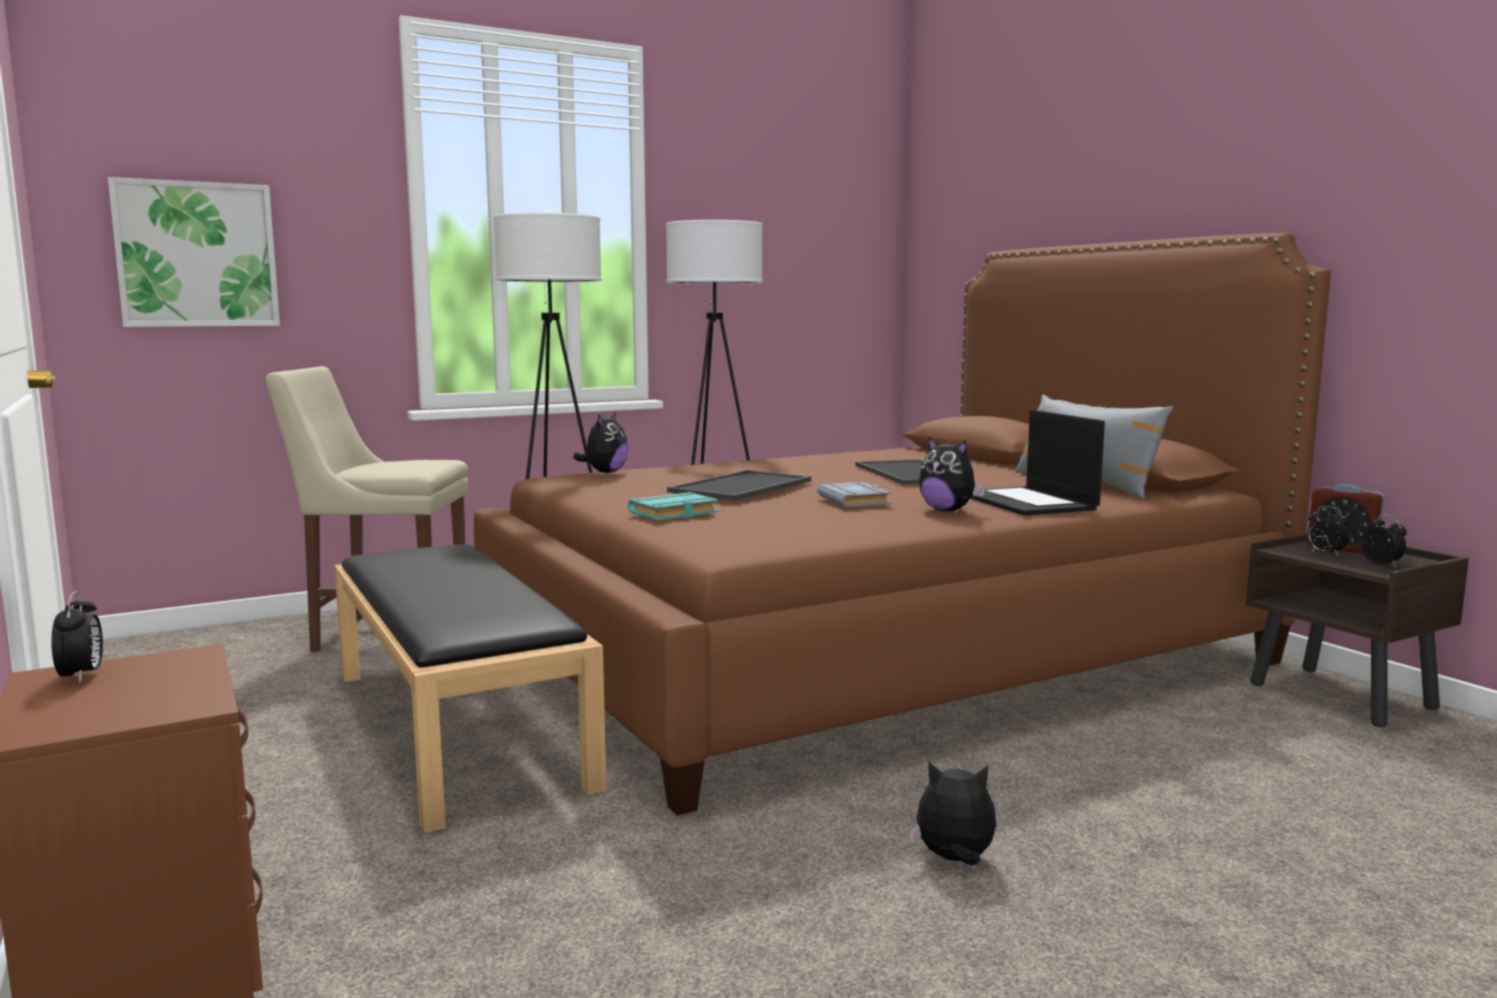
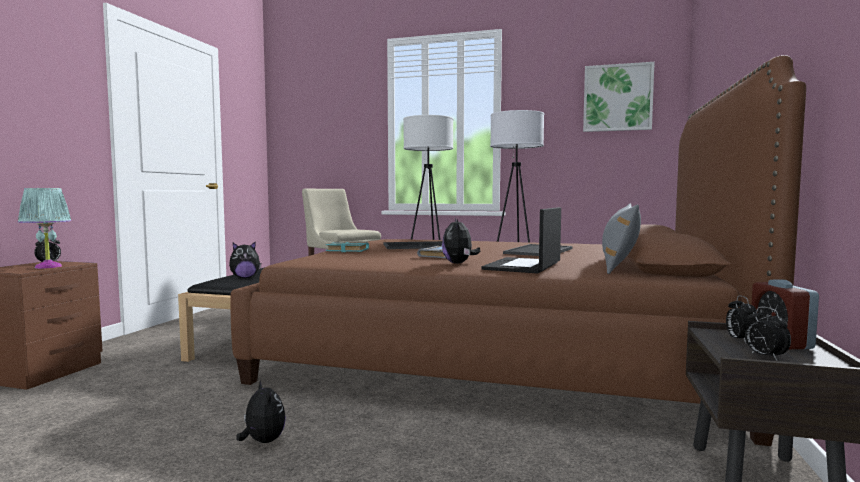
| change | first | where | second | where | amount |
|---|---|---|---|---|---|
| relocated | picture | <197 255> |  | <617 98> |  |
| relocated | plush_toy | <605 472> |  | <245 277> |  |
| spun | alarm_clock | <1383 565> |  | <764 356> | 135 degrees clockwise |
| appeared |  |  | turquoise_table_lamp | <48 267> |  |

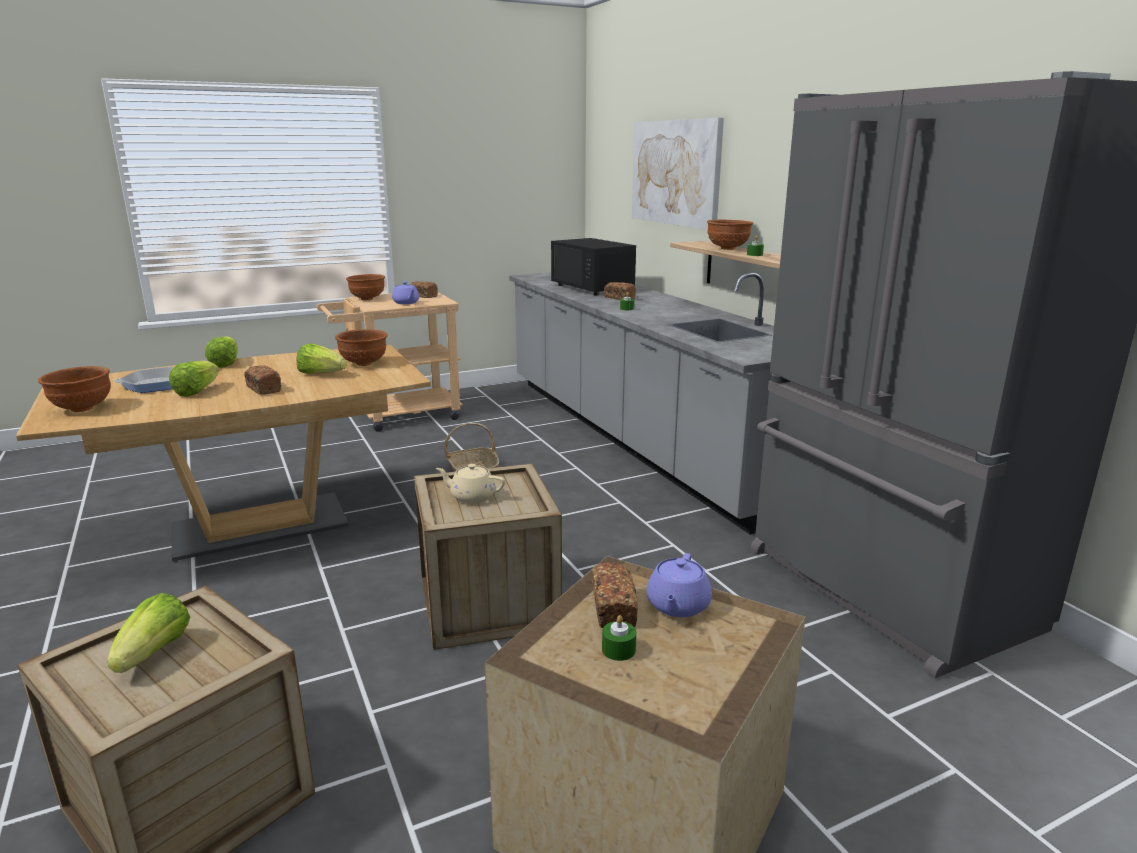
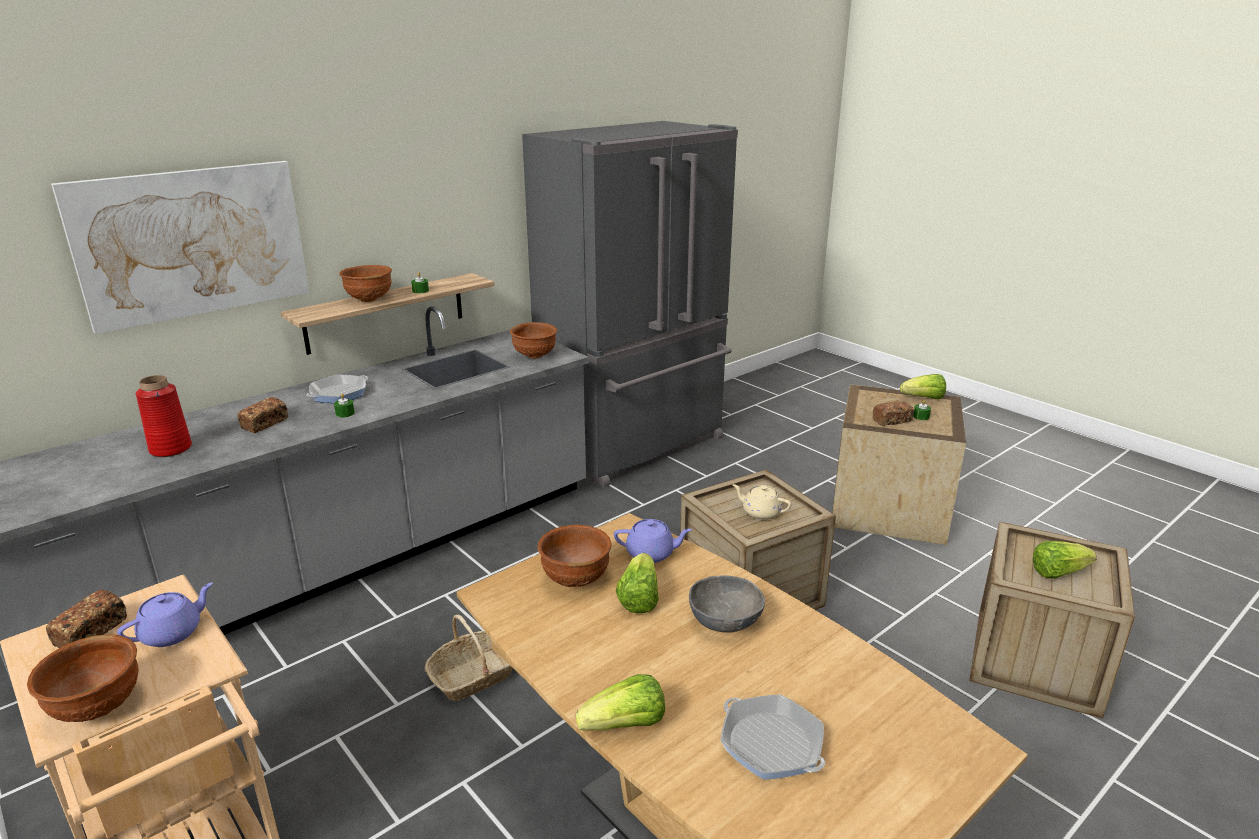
| change | first | where | second | where | amount |
|---|---|---|---|---|---|
| relocated | brown_bowl | <81 409> |  | <535 356> |  |
| relocated | lettuce | <197 391> |  | <924 398> |  |
| exchanged | bread | <263 389> | grey_bowl | <725 621> |  |
| spun | beige_teapot | <471 496> |  | <760 512> | 120 degrees clockwise |
| exchanged | black_microwave | <592 288> | red_vase | <171 449> |  |
| relocated | purple_teapot | <677 606> |  | <651 553> |  |
| appeared |  |  | frying_pan | <339 393> |  |

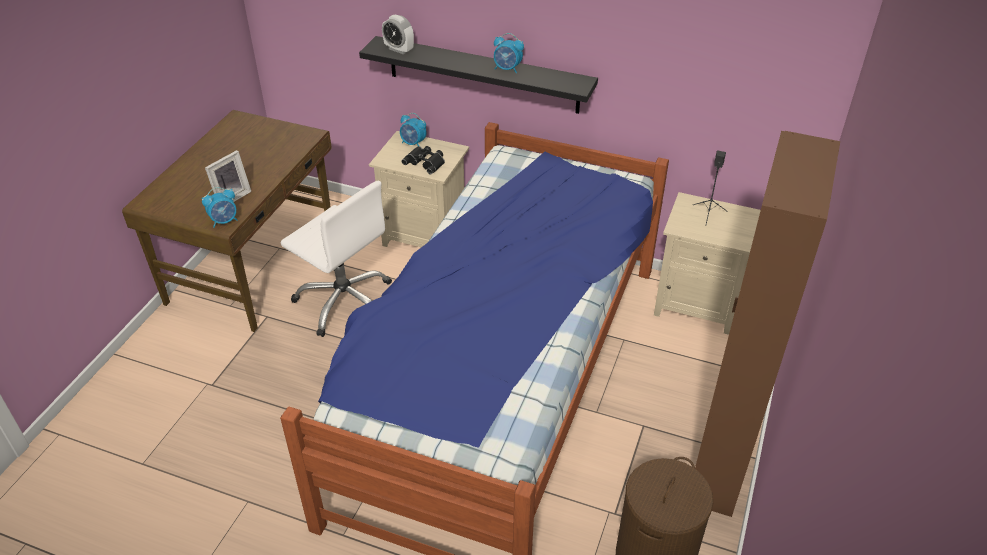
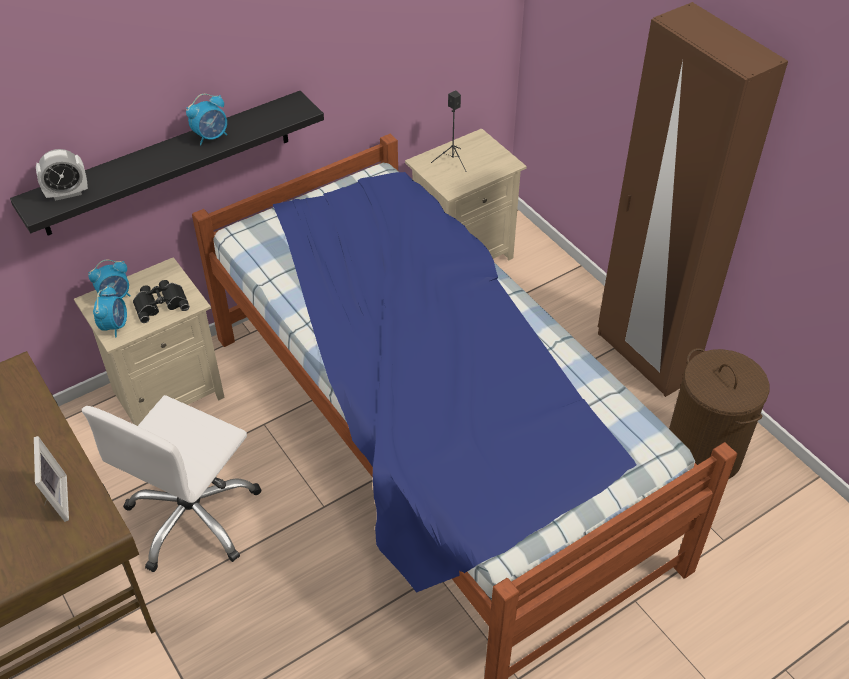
| change | first | where | second | where | amount |
|---|---|---|---|---|---|
| relocated | alarm_clock | <224 221> |  | <115 326> |  |
| spun | white_office_chair | <345 301> |  | <193 517> | 135 degrees clockwise |

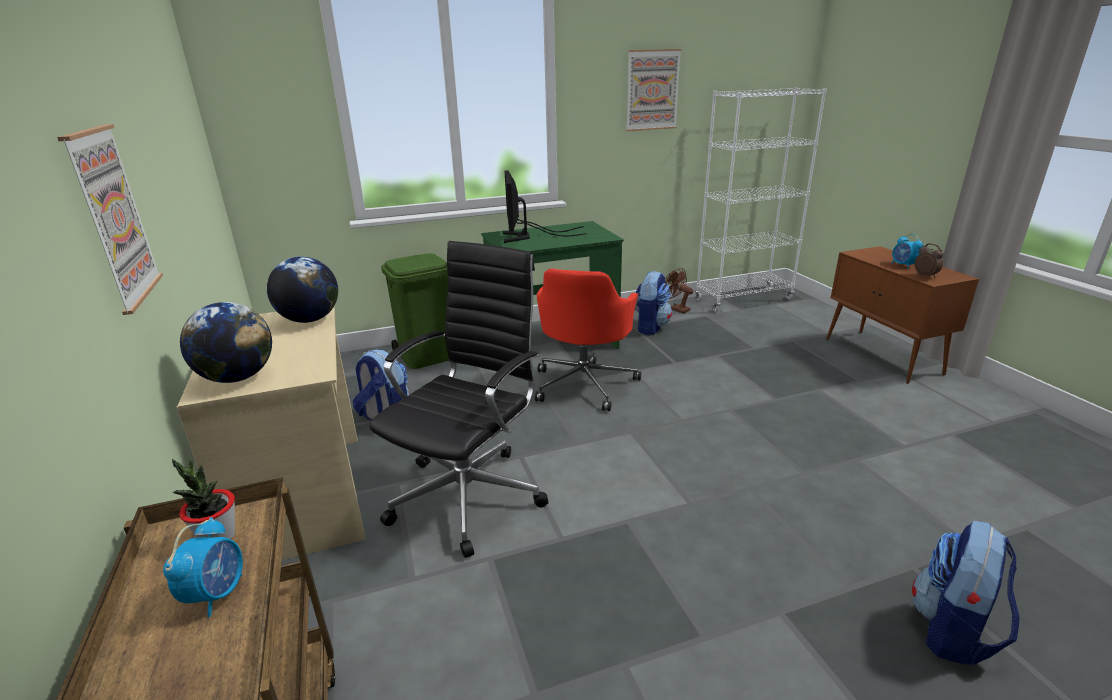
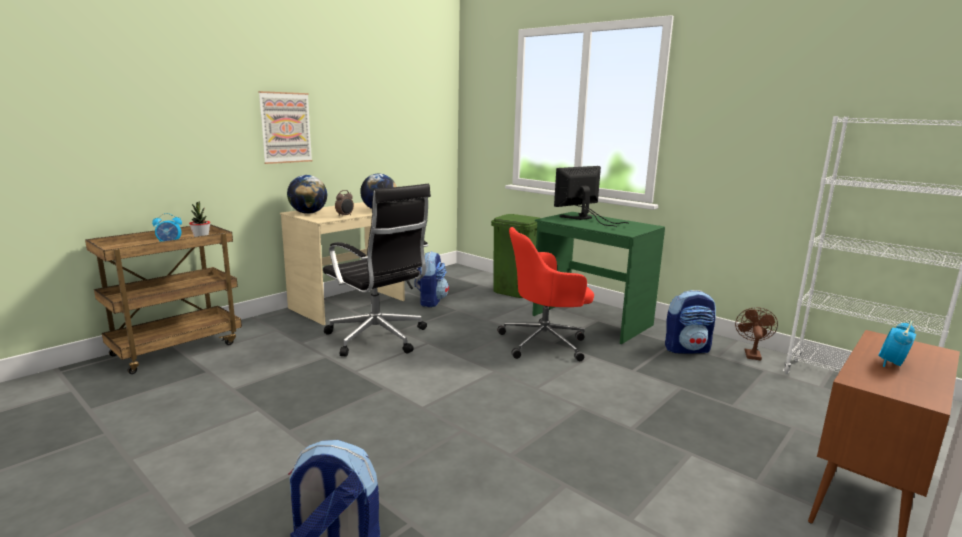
| change | first | where | second | where | amount |
|---|---|---|---|---|---|
| spun | black_office_chair | <470 494> |  | <378 338> | 45 degrees clockwise |
| missing | picture | <652 90> |  |  |  |
| relocated | alarm_clock | <925 276> |  | <345 216> |  |

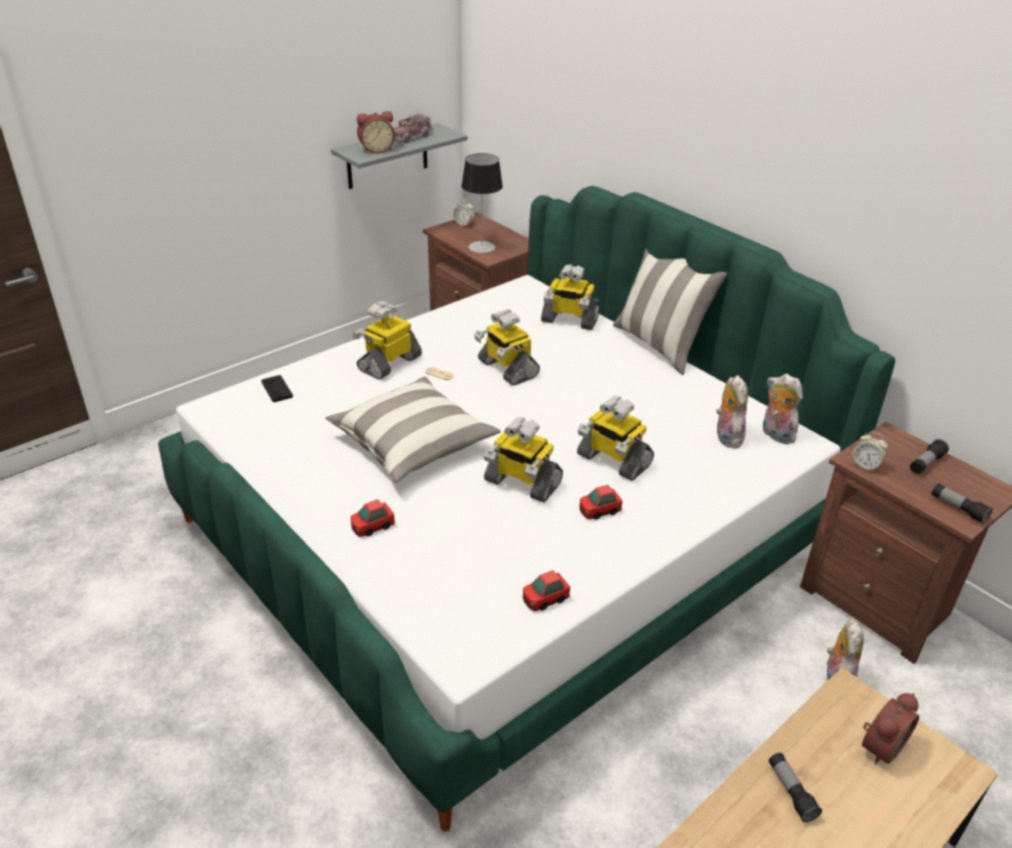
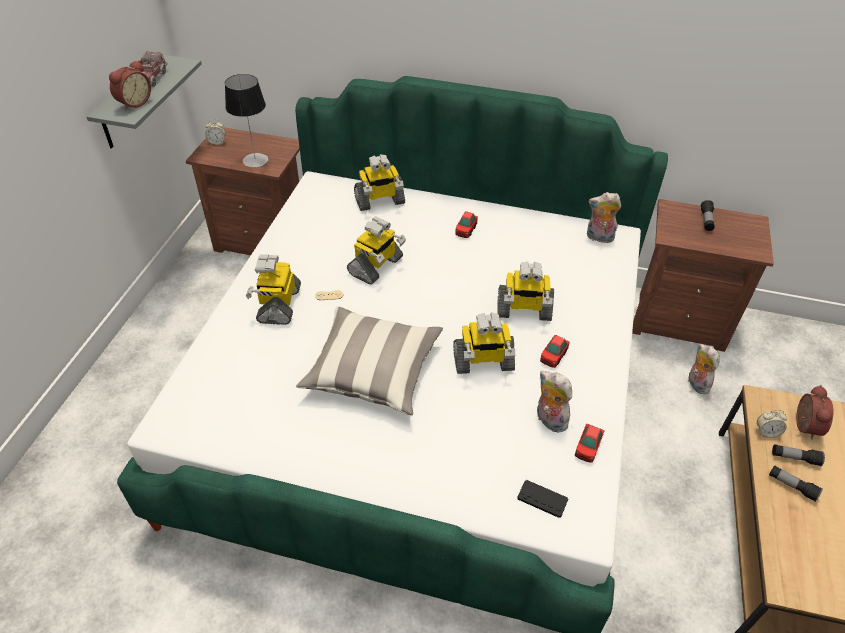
| change | first | where | second | where | amount |
|---|---|---|---|---|---|
| relocated | black_game_controller | <277 389> |  | <542 499> |  |
| relocated | toy_car | <372 526> |  | <465 230> |  |
| spun | toy_robot | <506 369> |  | <376 266> | 75 degrees counterclockwise |
| missing | pillow | <660 345> |  |  |  |
| relocated | plush_toy | <726 437> |  | <548 420> |  |
| relocated | alarm_clock | <865 465> |  | <766 432> |  |
| relocated | flashlight | <958 509> |  | <794 458> |  |

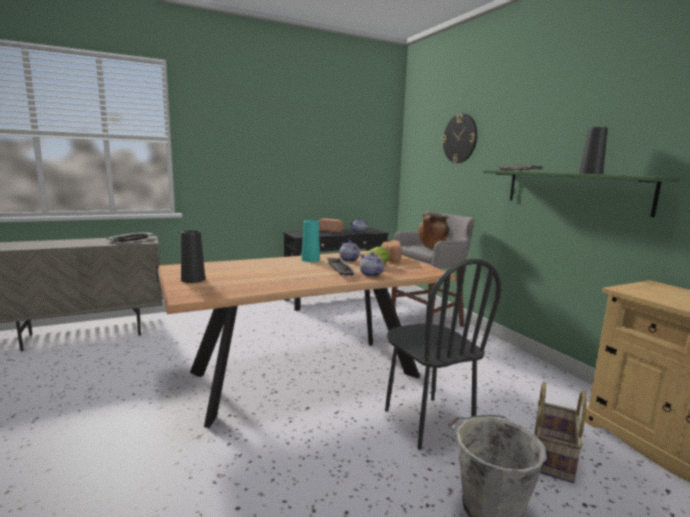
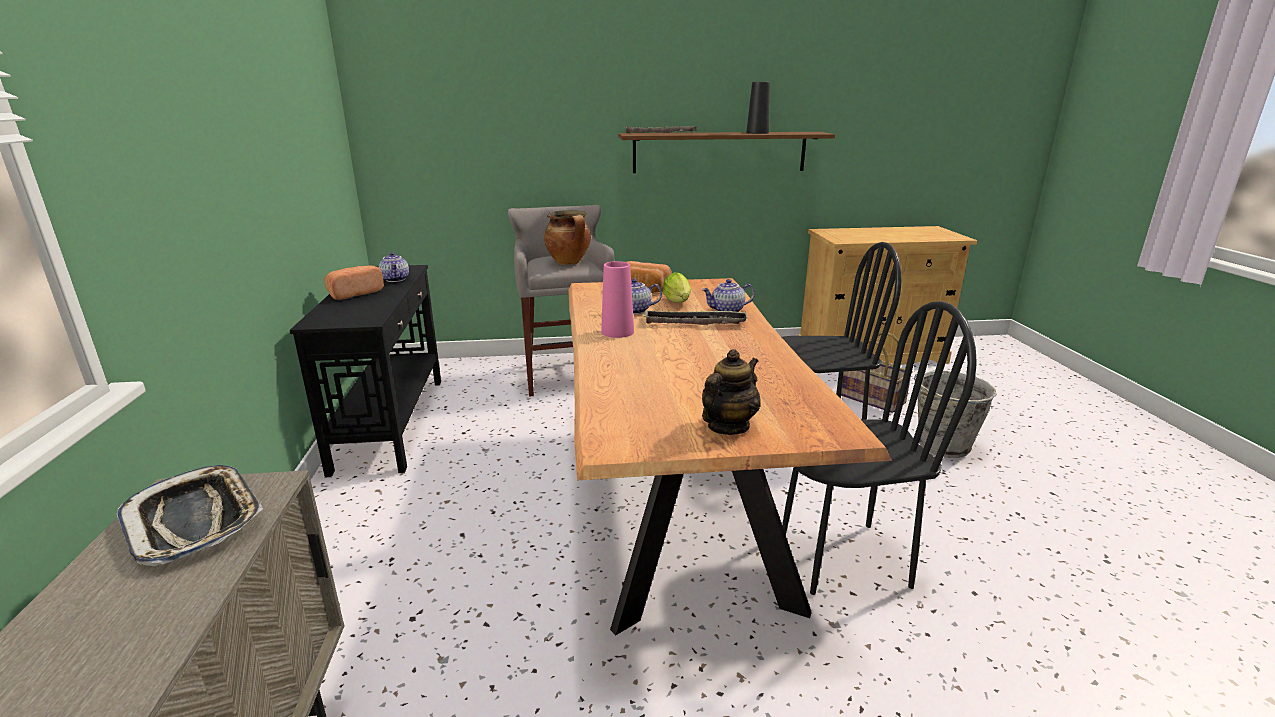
| change | first | where | second | where | amount |
|---|---|---|---|---|---|
| exchanged | black_vase | <193 279> | teapot | <728 426> |  |
| colour | turquoise_vase | <310 260> | pink_vase | <617 332> |  |
| missing | wall_clock | <460 138> |  |  |  |
| colour | green_shelf | <573 190> | brown_shelf | <719 152> |  |
| appeared |  |  | black_chair | <843 558> |  |

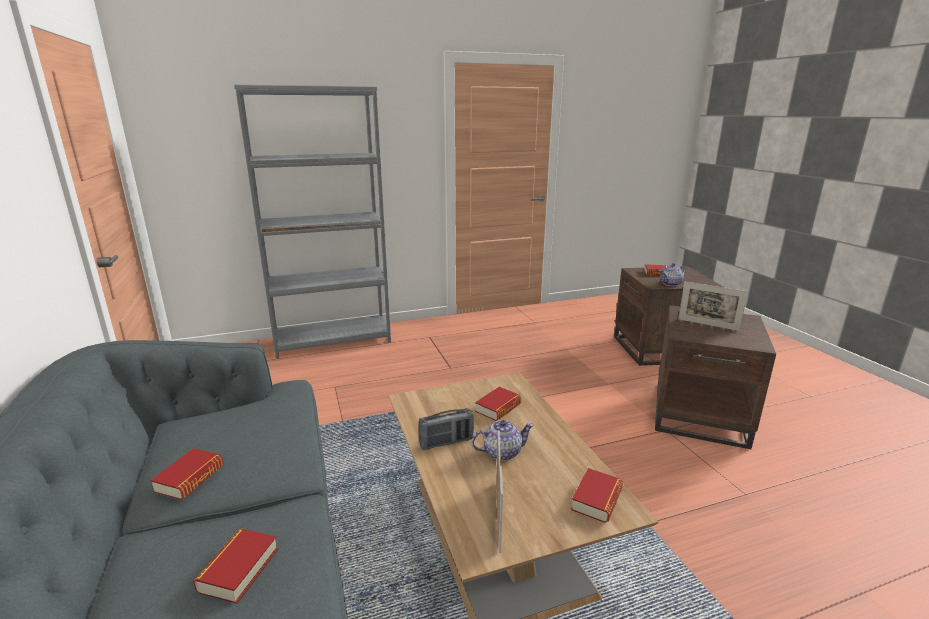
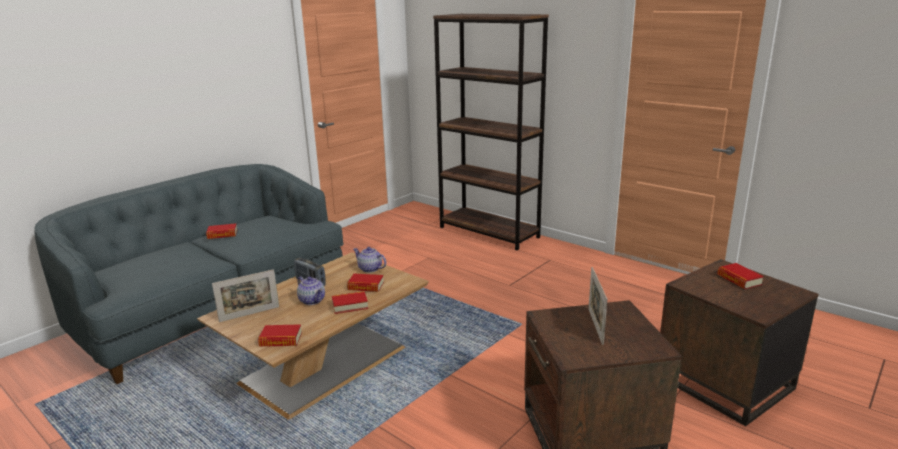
| change | first | where | second | where | amount |
|---|---|---|---|---|---|
| relocated | book | <239 570> |  | <350 306> |  |
| colour | grey_bookcase | <333 341> | brown_bookcase | <489 232> |  |
| relocated | teapot | <671 284> |  | <370 269> |  |

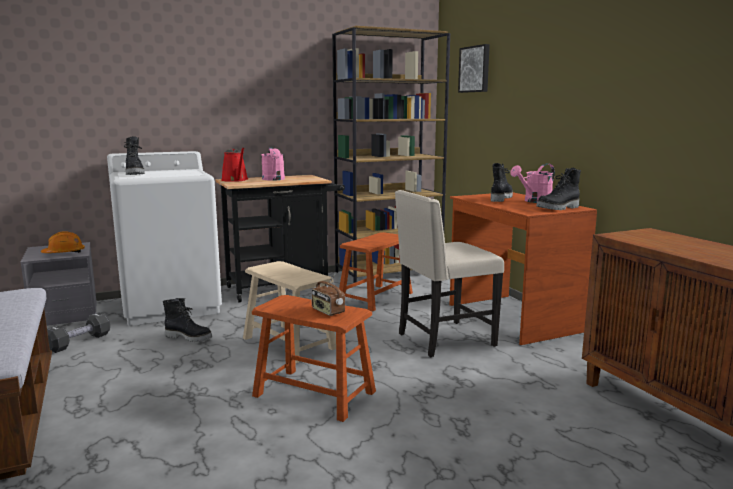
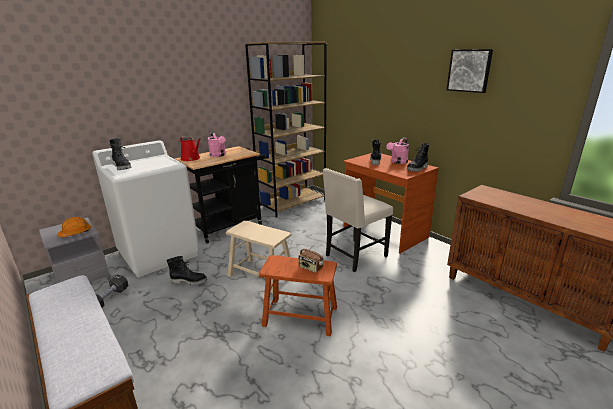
| change | first | where | second | where | amount |
|---|---|---|---|---|---|
| missing | brown_stool | <375 297> |  |  |  |
| relocated | picture | <475 69> |  | <469 70> |  |

